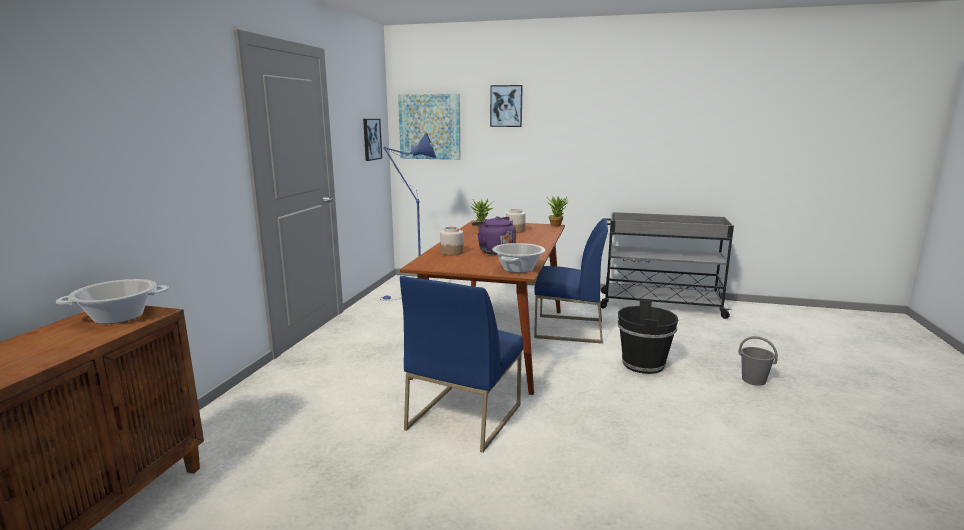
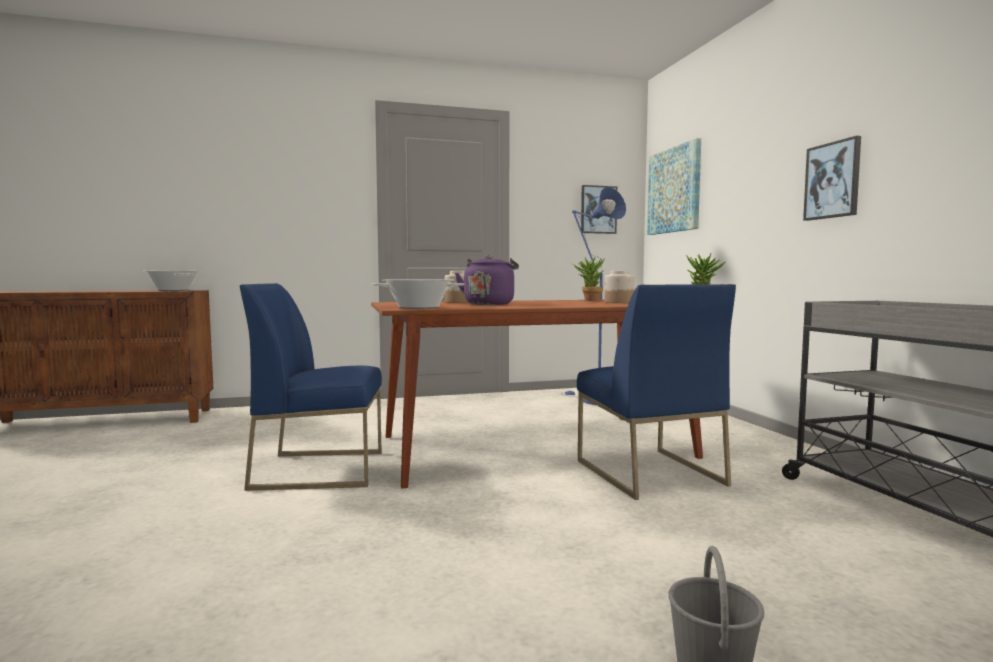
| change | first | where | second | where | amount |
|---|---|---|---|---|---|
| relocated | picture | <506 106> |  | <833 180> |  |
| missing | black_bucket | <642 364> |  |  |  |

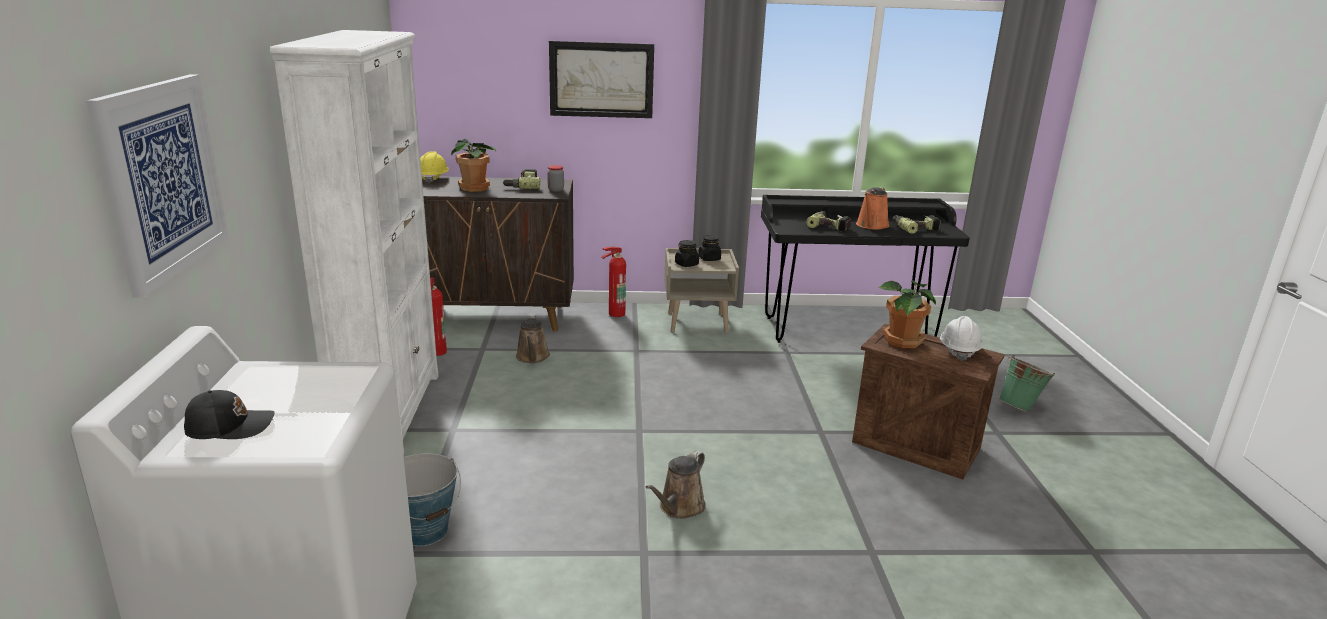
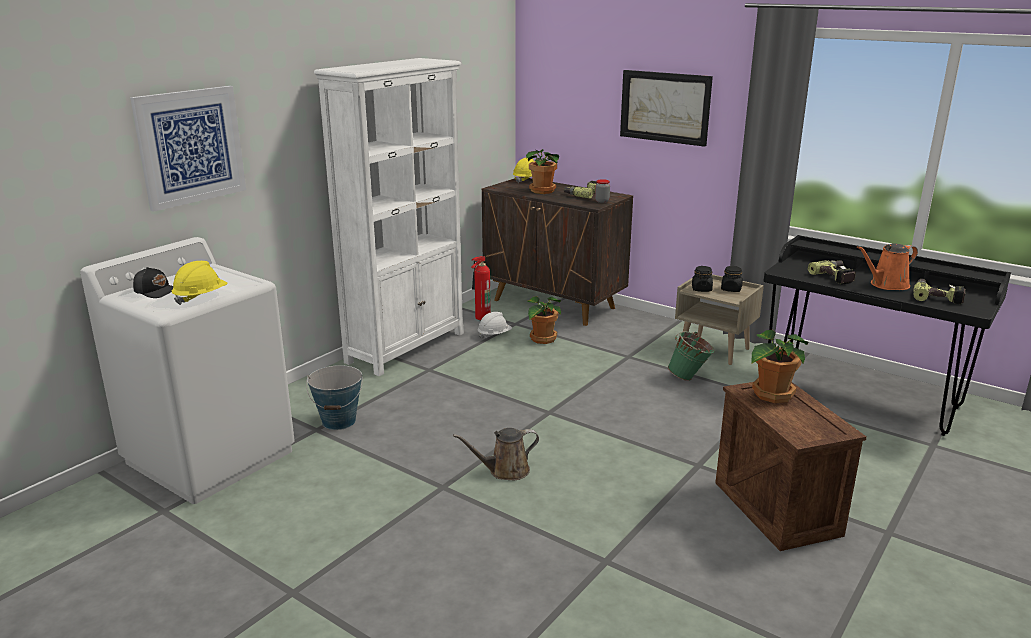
| change | first | where | second | where | amount |
|---|---|---|---|---|---|
| exchanged | brown_watering_can | <532 357> | potted_plant | <542 339> |  |
| missing | fire_extinguisher | <614 313> |  |  |  |
| relocated | white_hard_hat | <958 351> |  | <494 335> |  |
| relocated | green_bucket | <1020 407> |  | <689 378> |  |
| appeared |  |  | yellow_hard_hat | <201 297> |  |

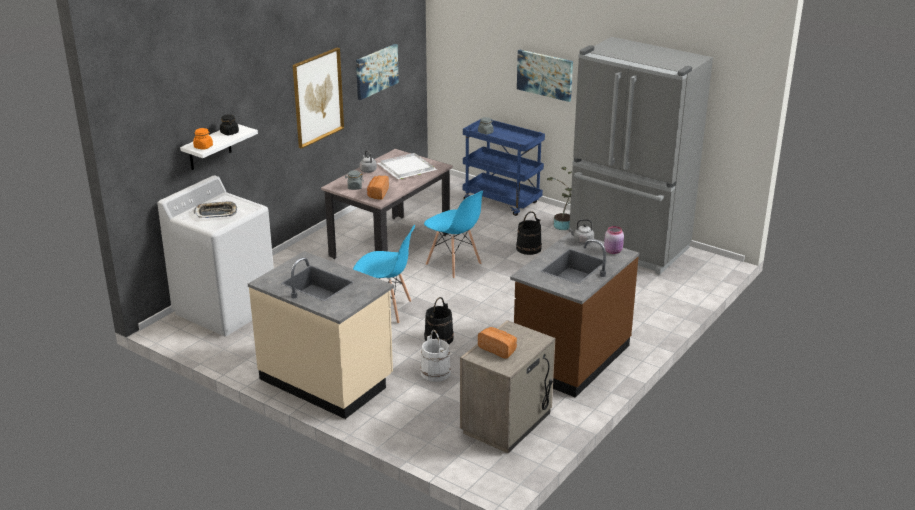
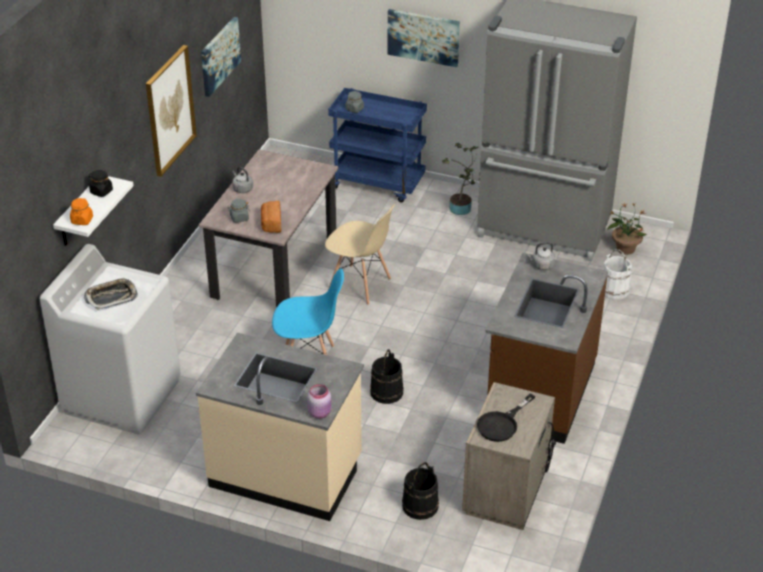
| change | first | where | second | where | amount |
|---|---|---|---|---|---|
| missing | white_tray | <407 167> |  |  |  |
| relocated | white_bucket | <435 372> |  | <614 289> |  |
| colour | blue_chair | <453 265> | beige_chair | <360 285> |  |
| exchanged | bread | <498 349> | black_frying_pan | <502 424> |  |
| relocated | black_bucket | <528 248> |  | <420 506> |  |
| relocated | pink_jar | <613 251> |  | <320 412> |  |
| appeared |  |  | potted_plant | <625 248> |  |

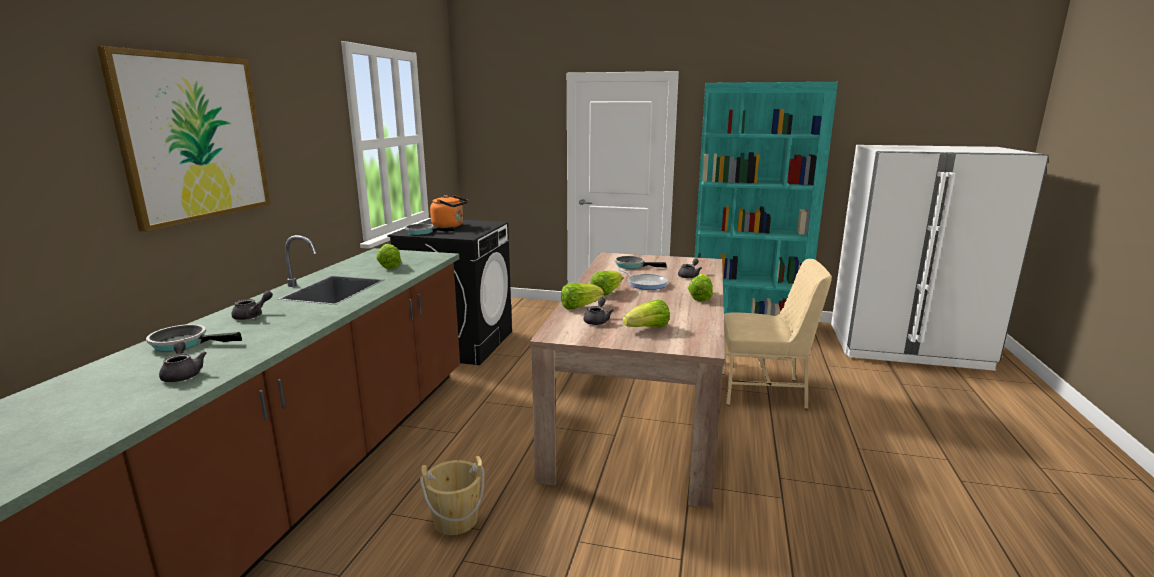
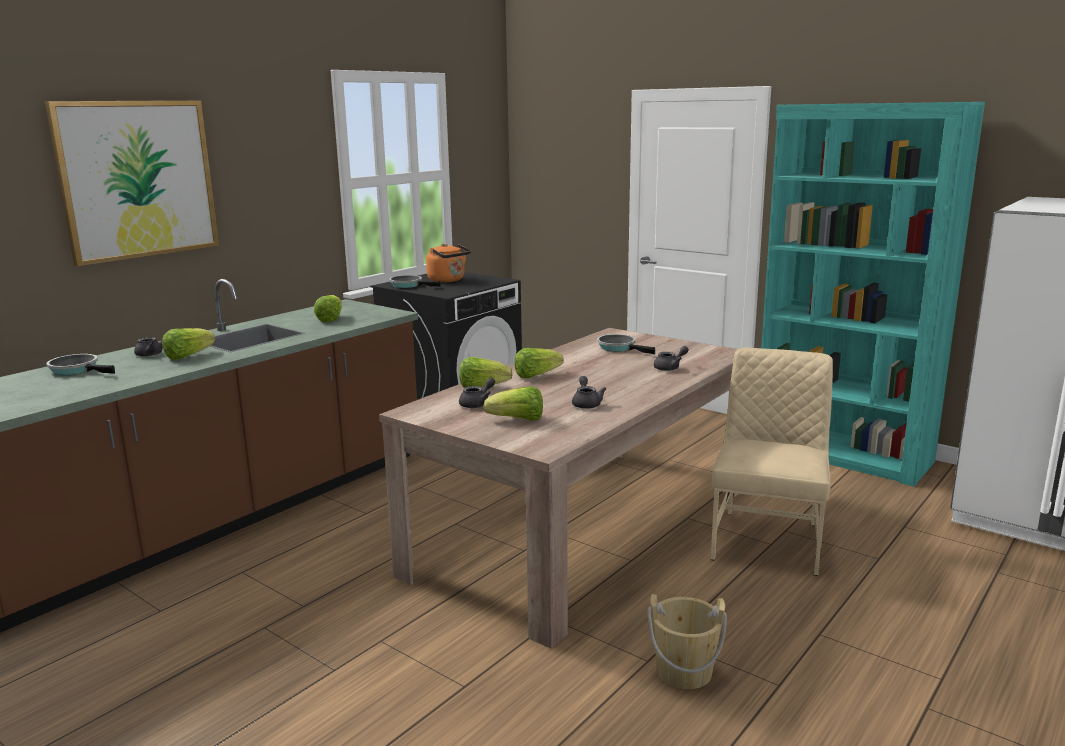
| change | first | where | second | where | amount |
|---|---|---|---|---|---|
| relocated | grey_teapot | <183 374> |  | <586 403> |  |
| relocated | beige_bucket | <455 520> |  | <684 671> |  |
| missing | frying_pan | <645 284> |  |  |  |
| relocated | lettuce | <700 297> |  | <188 356> |  |
| spun | beige_chair | <764 391> |  | <767 540> | 105 degrees counterclockwise |

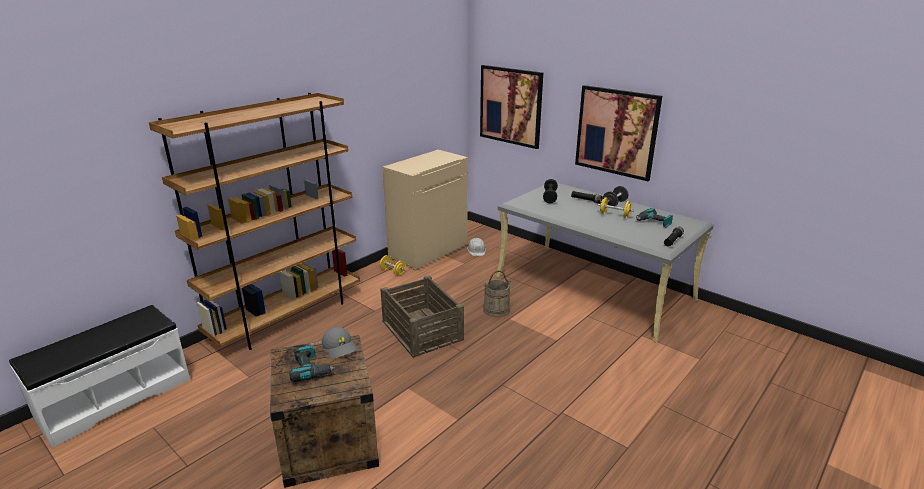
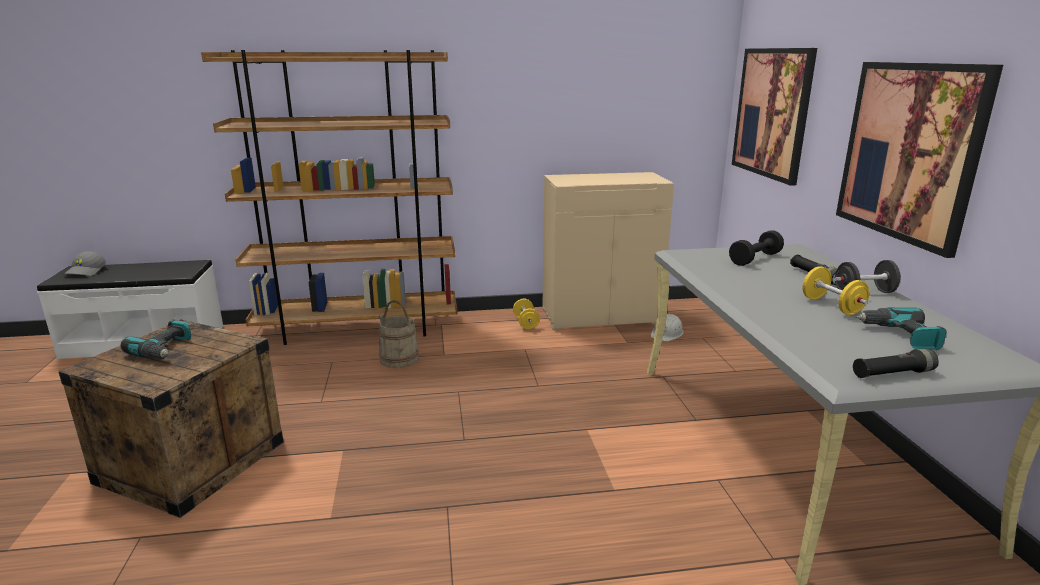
| change | first | where | second | where | amount |
|---|---|---|---|---|---|
| relocated | grey_cap | <340 347> |  | <86 271> |  |
| missing | crate | <422 329> |  |  |  |
| relocated | beige_bucket | <496 309> |  | <399 359> |  |

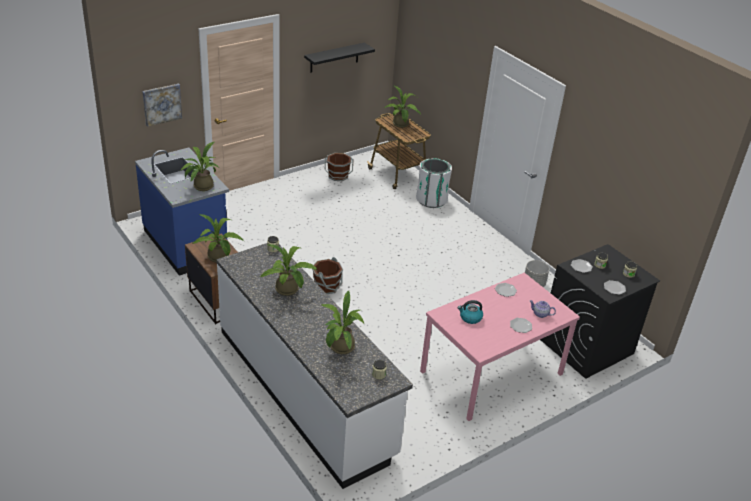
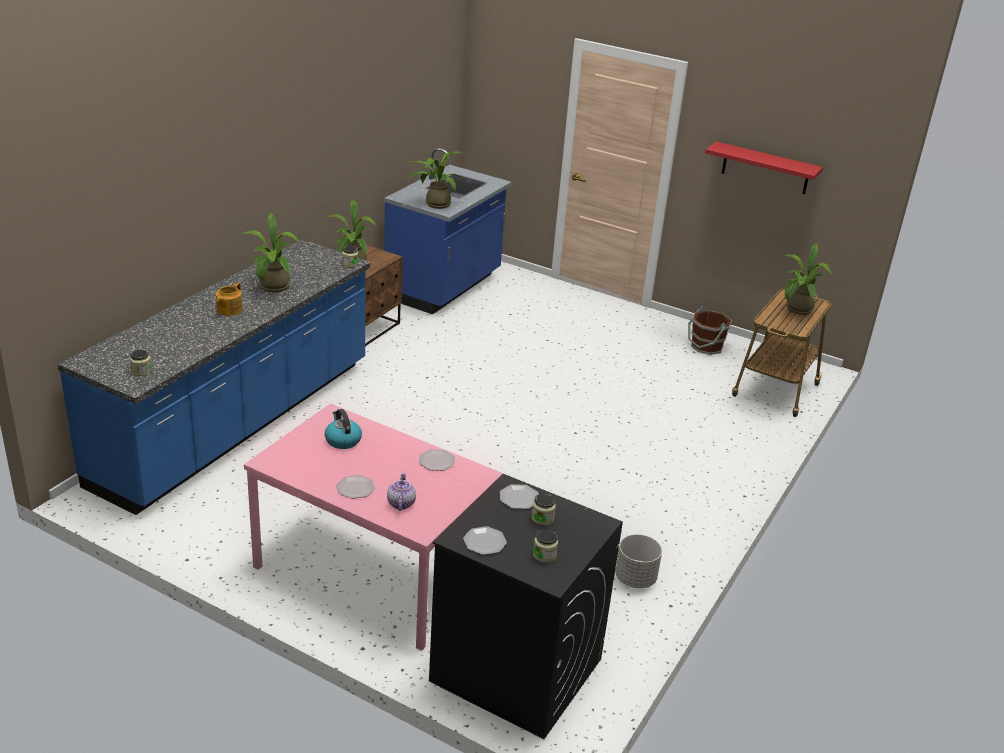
| change | first | where | second | where | amount |
|---|---|---|---|---|---|
| missing | picture | <162 104> |  |  |  |
| colour | white_counter | <305 391> | blue_counter | <237 423> |  |
| colour | black_shelf | <334 57> | red_shelf | <765 168> |  |
| missing | brown_bucket | <327 287> |  |  |  |
| missing | potted_plant | <340 349> |  |  |  |
| missing | white_trash_can | <431 200> |  |  |  |
| appeared |  |  | teapot | <229 310> |  |

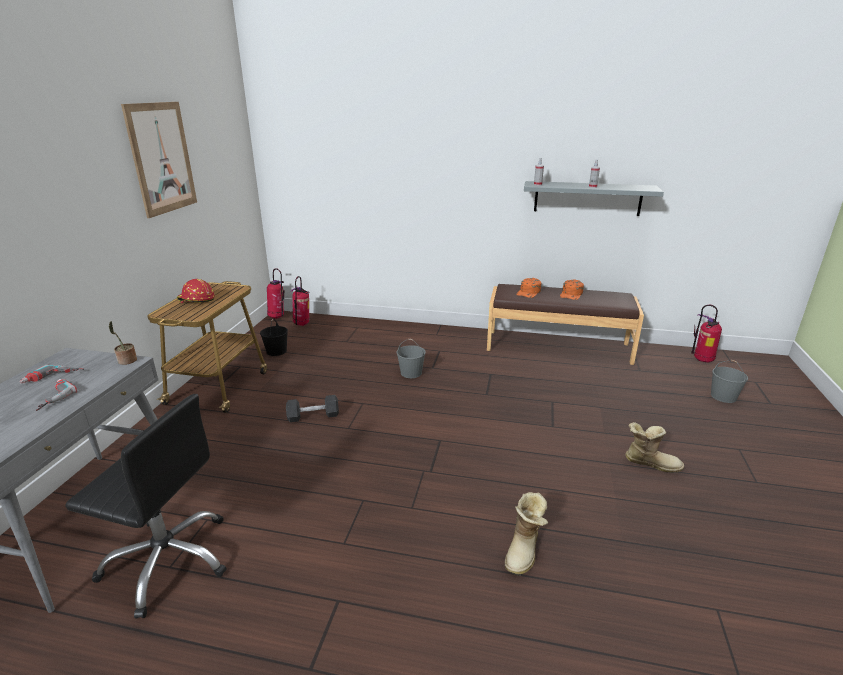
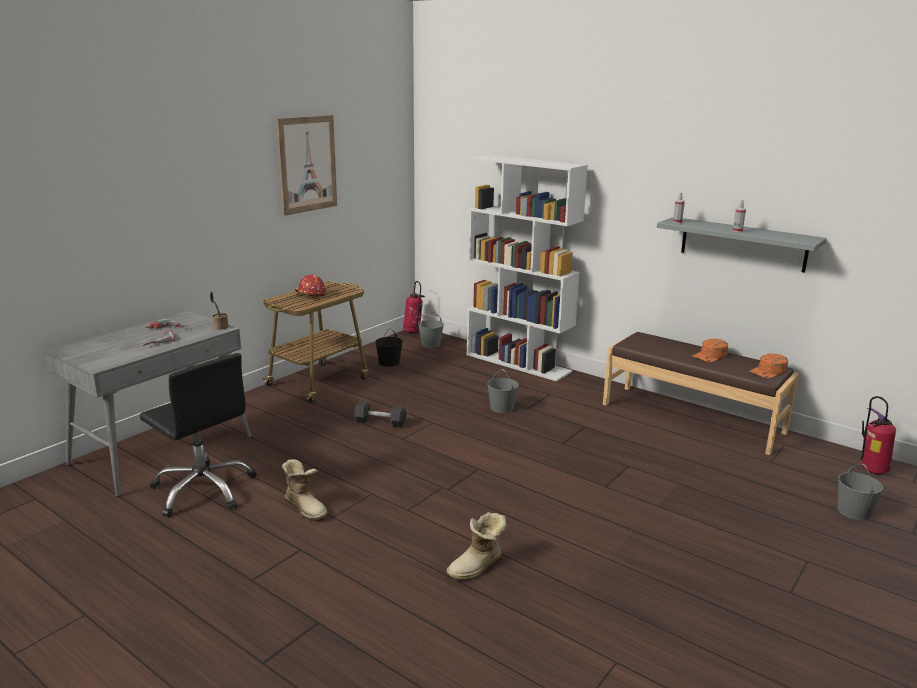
| change | first | where | second | where | amount |
|---|---|---|---|---|---|
| exchanged | fire_extinguisher | <302 324> | grey_bucket | <431 344> |  |
| relocated | orange_cap | <529 292> |  | <768 371> |  |
| relocated | boot | <650 462> |  | <306 508> |  |
| appeared |  |  | white_bookcase | <519 363> |  |

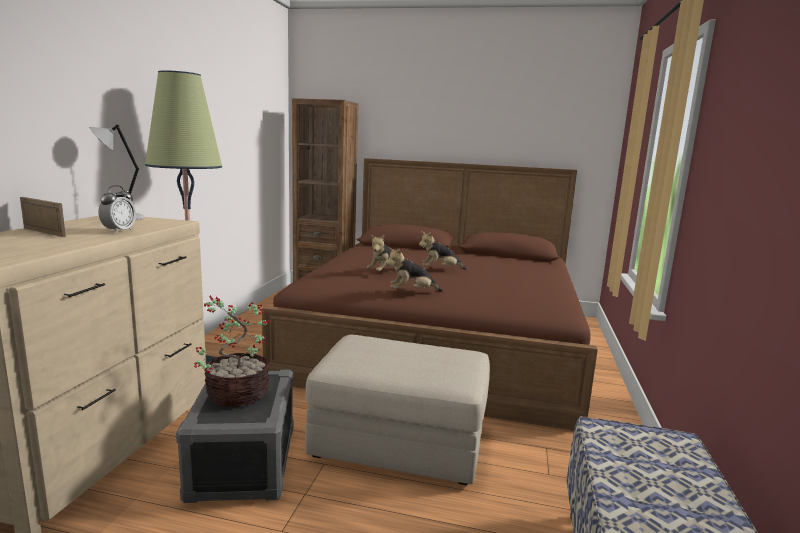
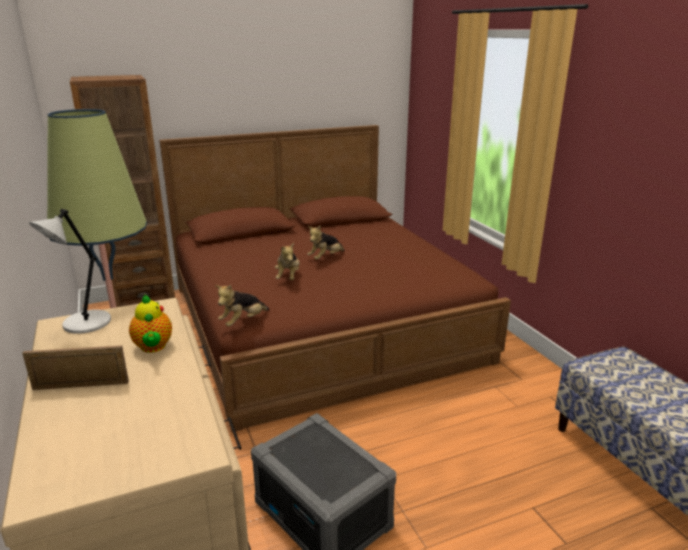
| change | first | where | second | where | amount |
|---|---|---|---|---|---|
| exchanged | alarm_clock | <119 231> | teapot | <153 347> |  |
| missing | potted_plant | <235 395> |  |  |  |
| missing | beige_ottoman | <400 440> |  |  |  |
| relocated | plush_toy | <411 292> |  | <243 321> |  |

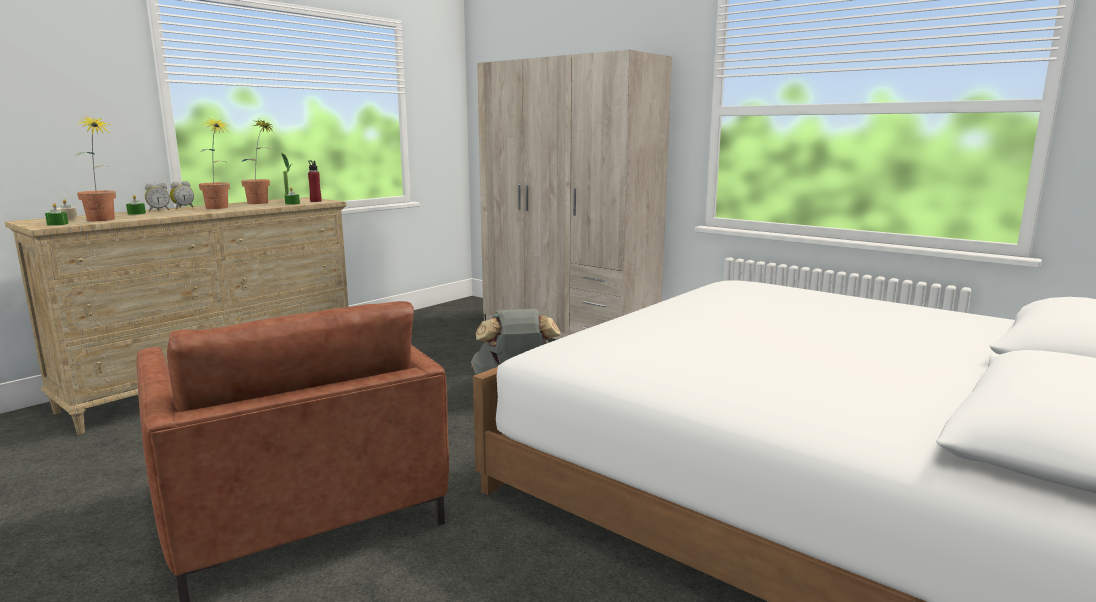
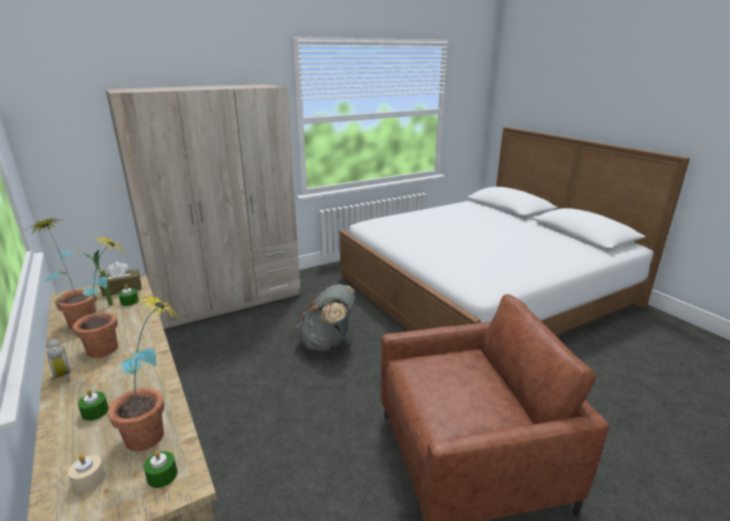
| change | first | where | second | where | amount |
|---|---|---|---|---|---|
| missing | alarm_clock | <159 210> |  |  |  |
| exchanged | red_bottle | <315 201> | brown_tissue_box | <122 289> |  |

